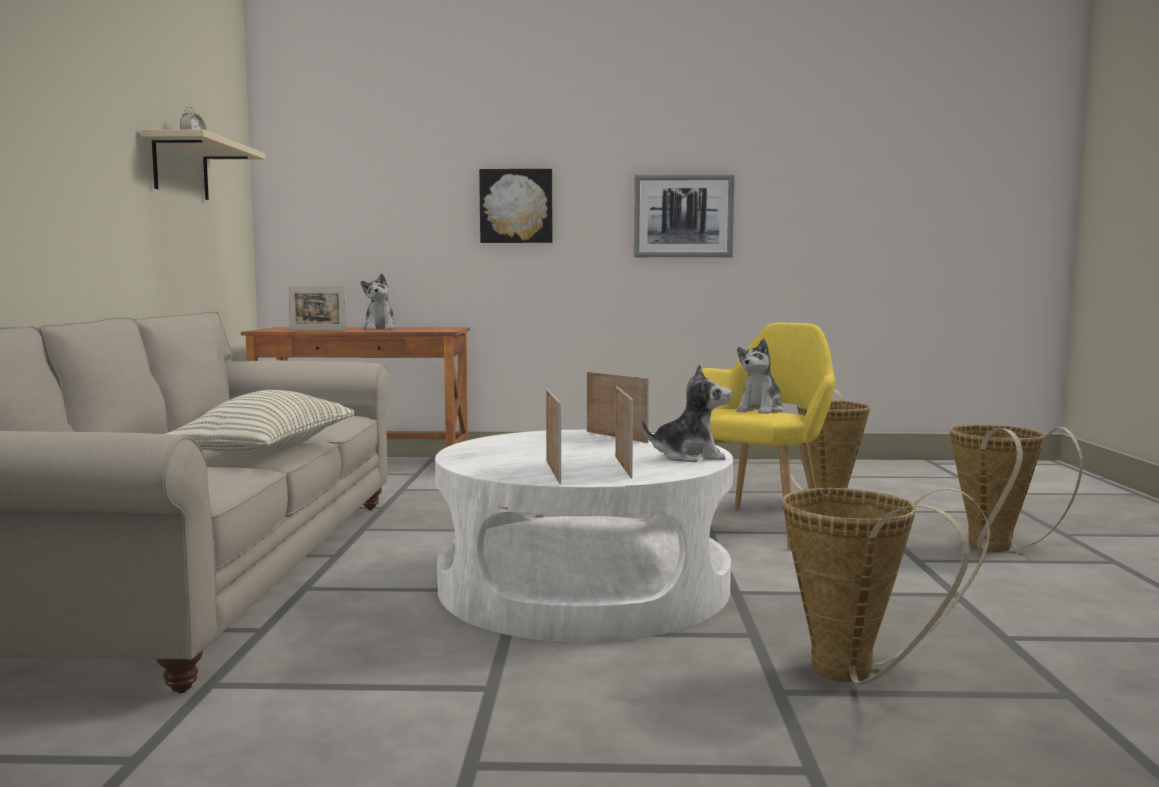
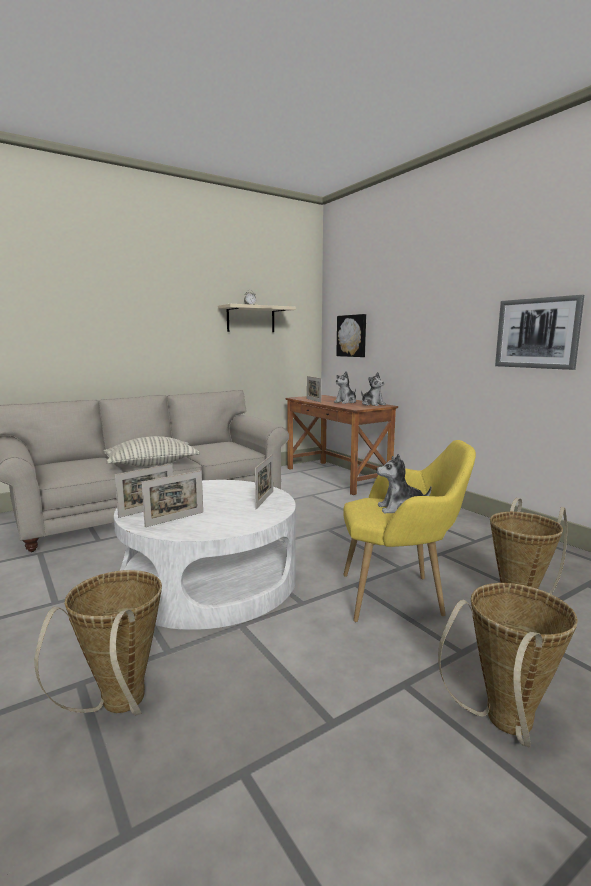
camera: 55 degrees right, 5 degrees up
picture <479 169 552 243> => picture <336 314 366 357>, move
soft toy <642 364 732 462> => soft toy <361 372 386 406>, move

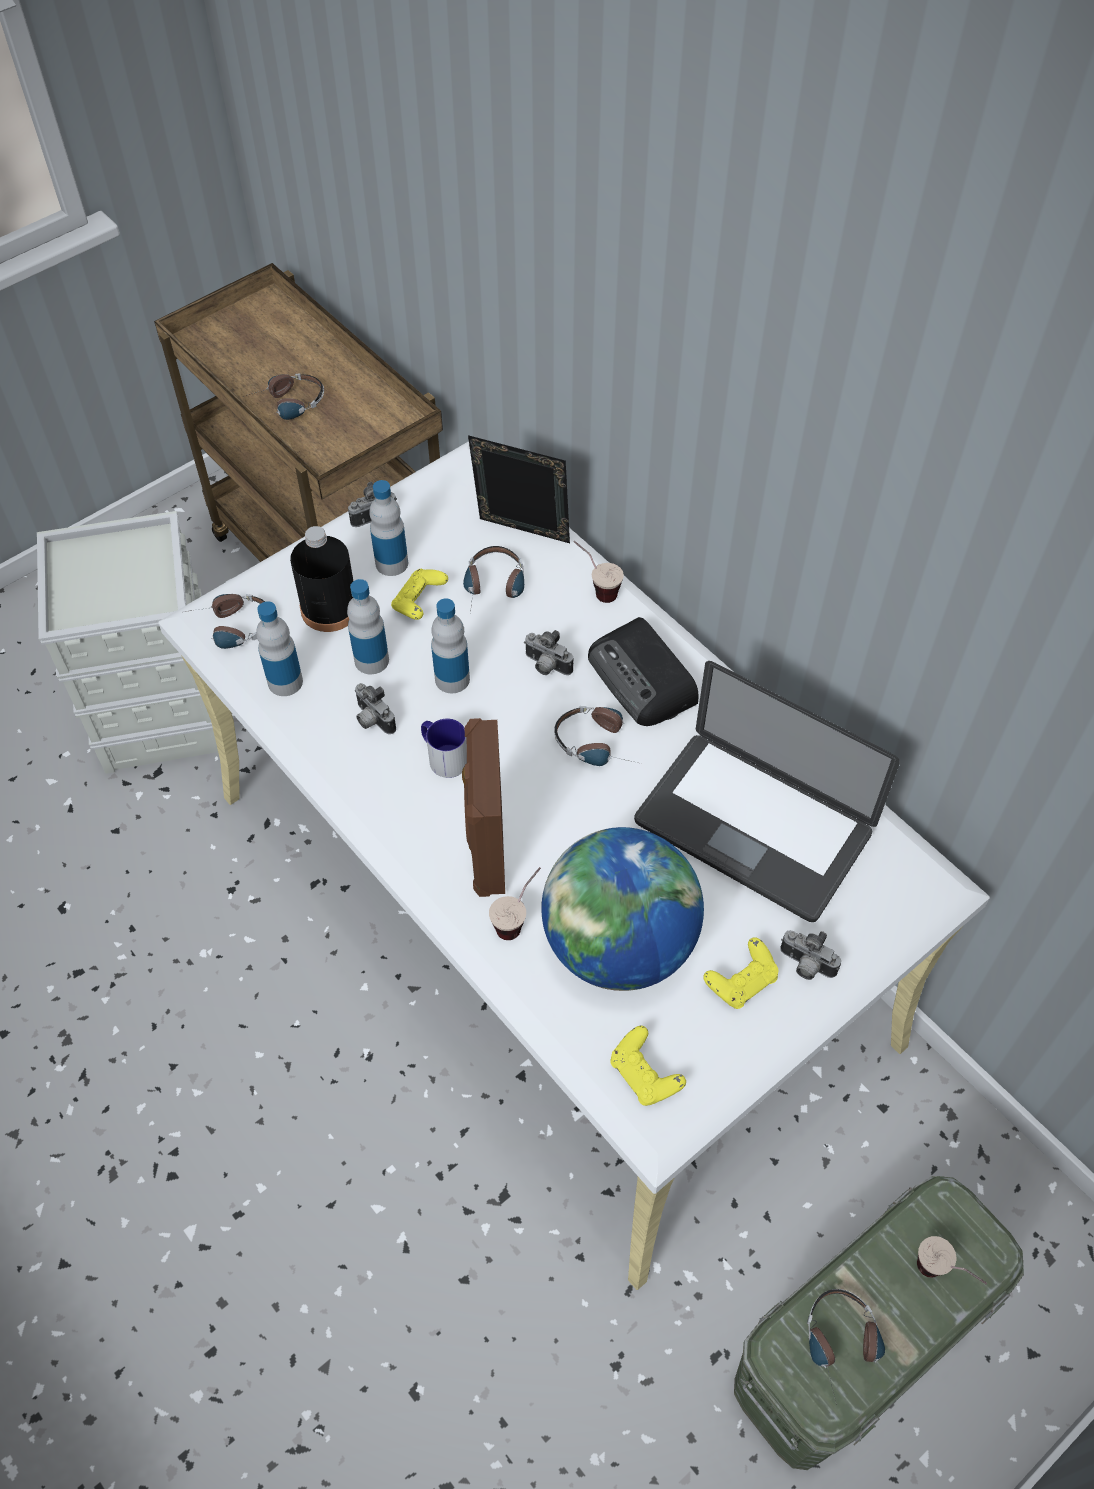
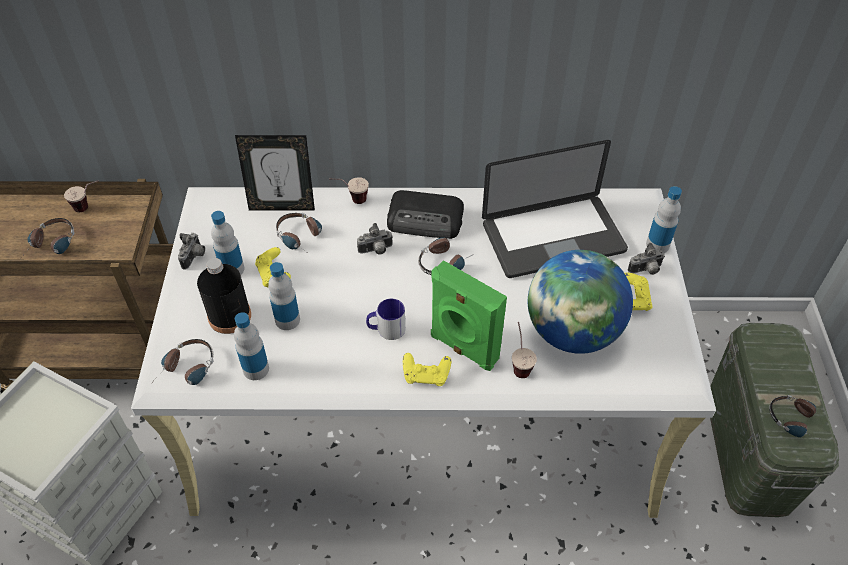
camera: 50 degrees left, 5 degrees down
still camera <355 683 396 734> => nothing
drink bottle <431 598 470 693> => drink bottle <646 186 682 253>, move
brown-coloured audio speaker <462 718 505 897> => green-coloured audio speaker <431 260 507 371>
picture frame <468 435 570 543> => picture frame <235 135 315 211>, 150 degrees counterclockwise
yellow-coloured gamepad <610 1026 686 1106> => yellow-coloured gamepad <403 353 451 386>, move
small cup <917 1236 987 1284> => small cup <64 180 99 212>, move

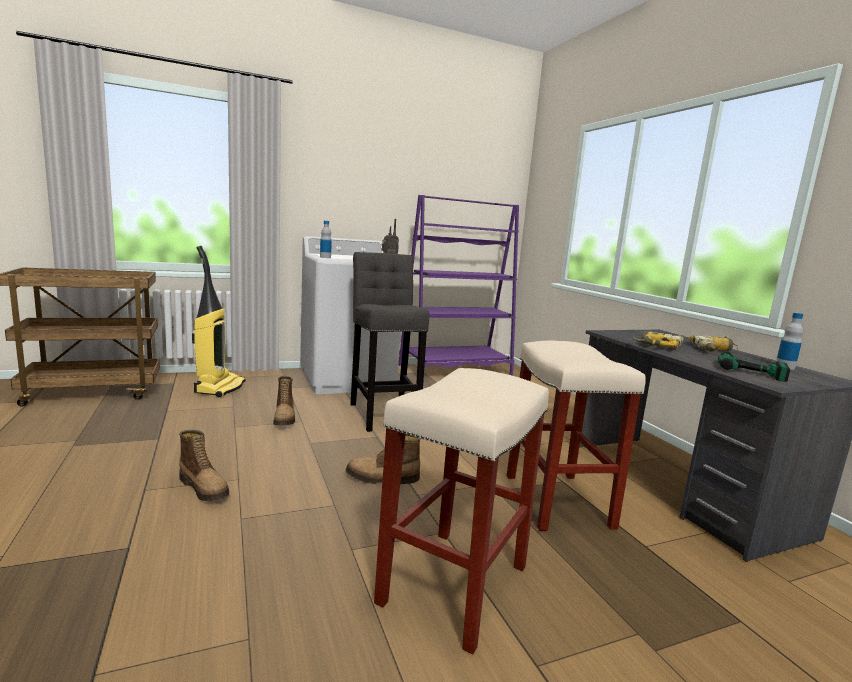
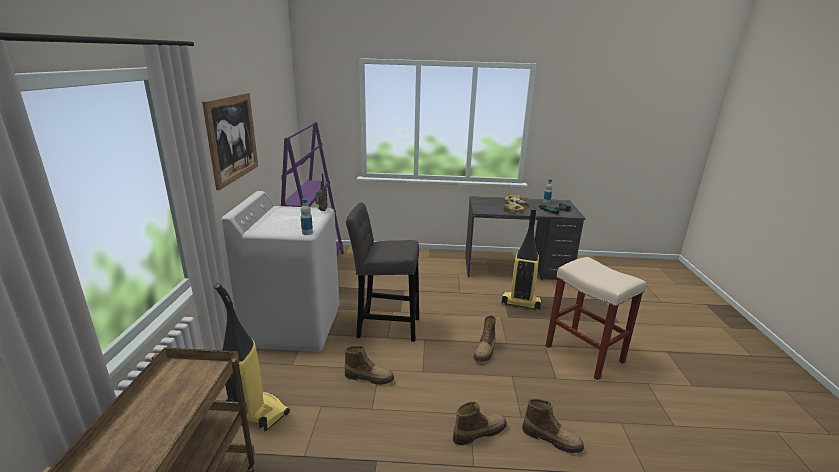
camera: 65 degrees left, 10 degrees up
beige stool seat <506 341 646 531> => vacuum <502 207 542 311>
nothing => picture <202 93 258 190>
nothing => high-top boot <522 399 584 453>

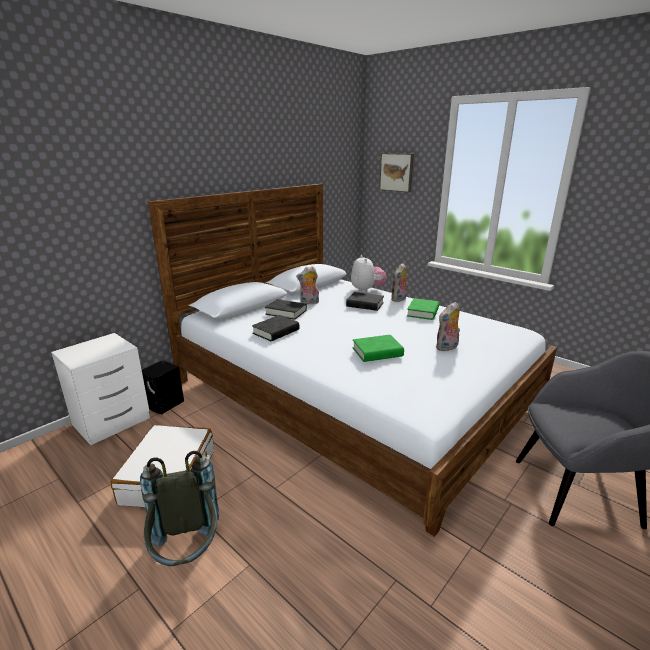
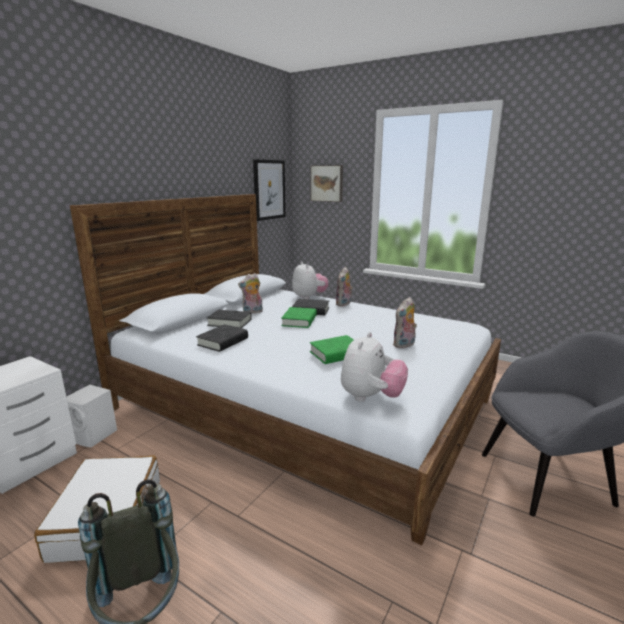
camera: 10 degrees left, 5 degrees down
black-coloured audio speaker <142 360 184 414> => white-coloured audio speaker <67 385 117 447>
green-coloured bound book <407 298 439 320> => green-coloured bound book <281 307 317 328>, move
nothing => picture <253 159 286 221>
nothing => soft toy <341 332 408 402>

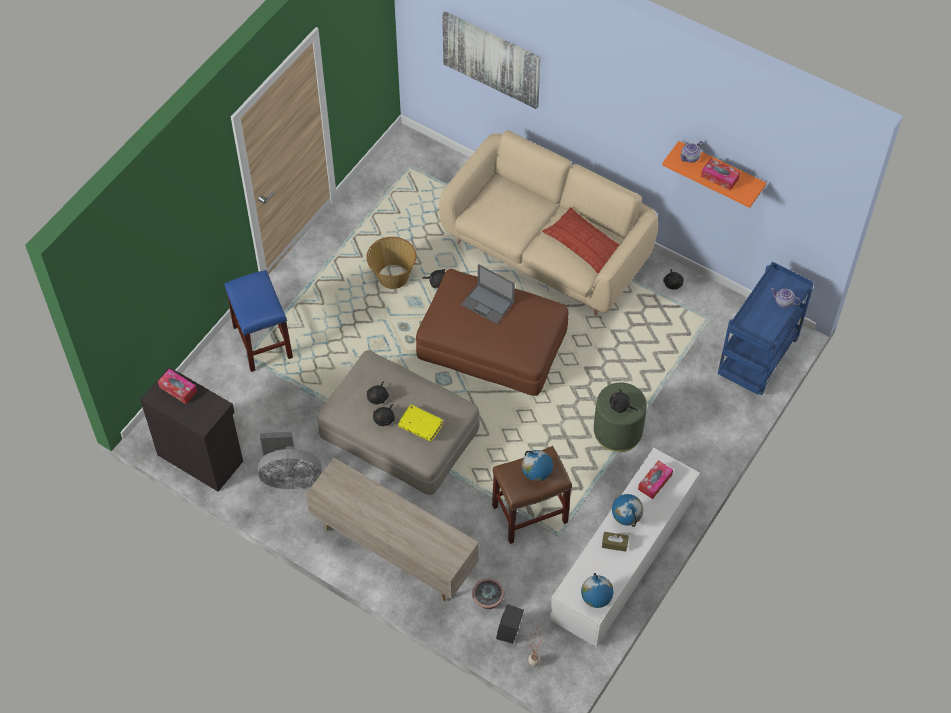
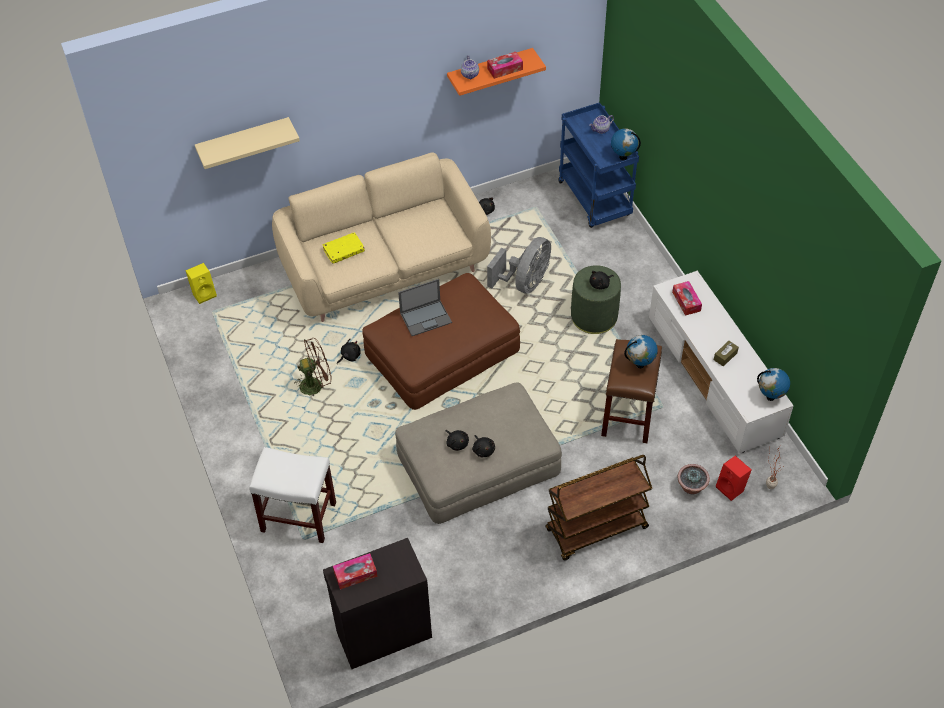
camera: 55 degrees left, 5 degrees down
blue-coloured stool seat <225 270 293 372> => white-coloured stool seat <249 447 336 543>
greyish electric fan <257 431 322 489> => greyish electric fan <487 237 551 294>, move
beige tv unit <305 458 479 601> => brown-coloured trolley <545 455 652 561>
household basket <366 237 416 289> => brown-coloured electric fan <294 338 332 397>
yellow-coloured bound book <398 405 443 442> => yellow-coloured bound book <323 233 365 264>, move
picture <442 11 541 109> => beige shelf <195 117 300 169>
black-coloured audio speaker <496 604 524 644> => red-coloured audio speaker <716 456 752 501>
throw pillow <542 207 620 274> => nothing
world globe <612 494 643 527> => world globe <611 128 641 161>, move
nothing => yellow-coloured audio speaker <186 263 217 304>

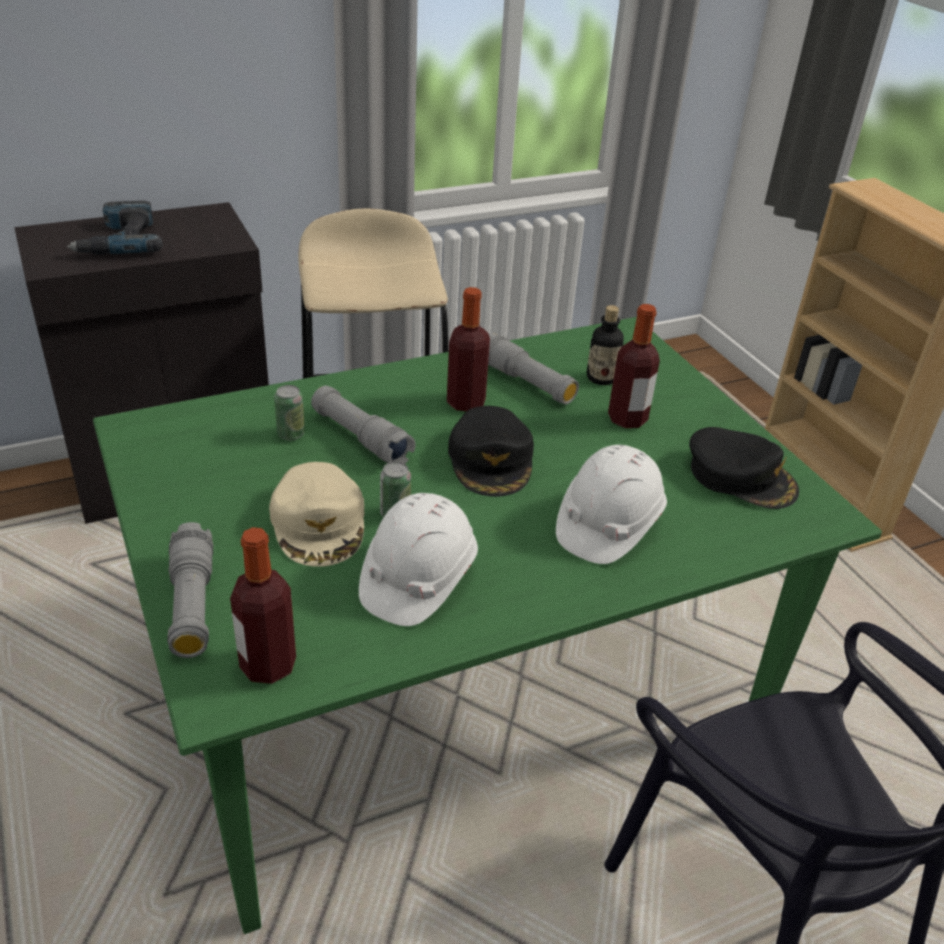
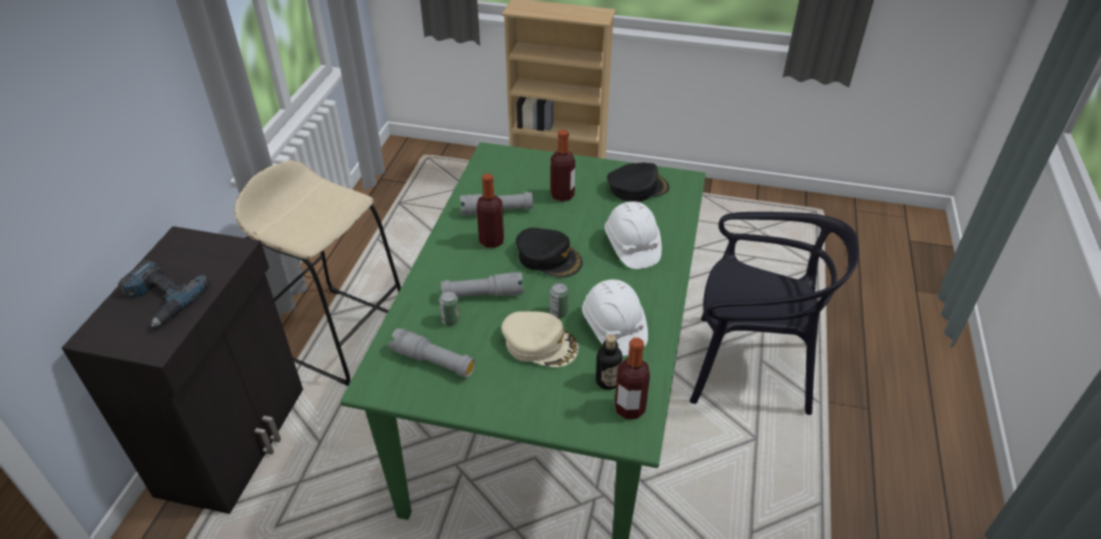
camera: 50 degrees left, 5 degrees up
greyish hand torch <167 522 213 658> => greyish hand torch <389 328 476 378>, move
drink bottle <587 305 624 385> => drink bottle <596 334 622 390>, move

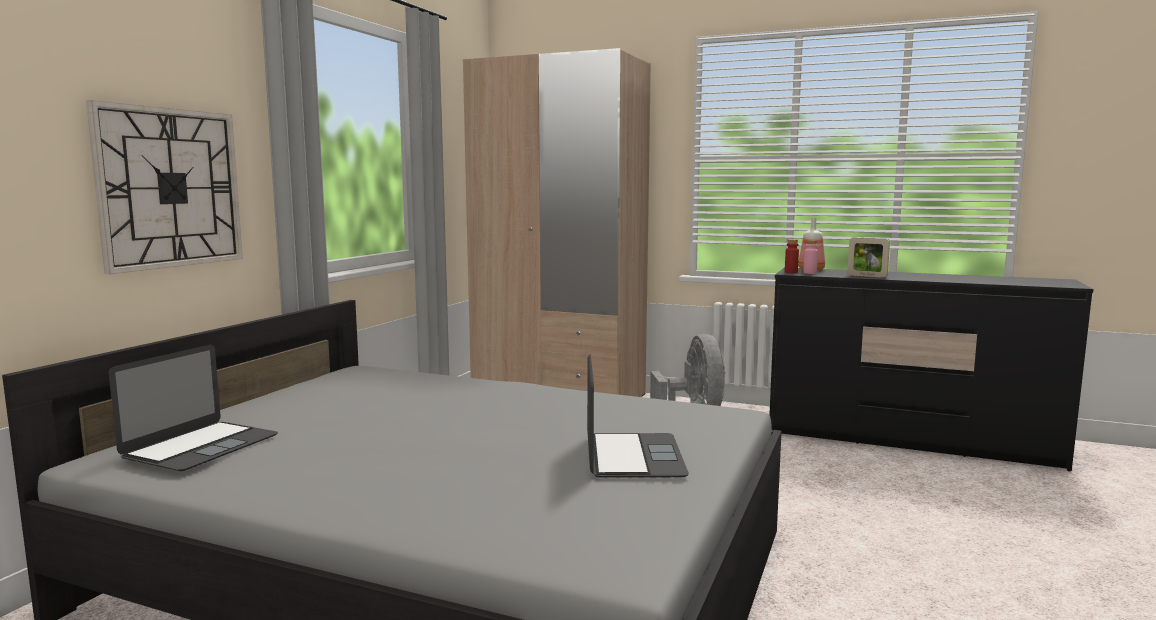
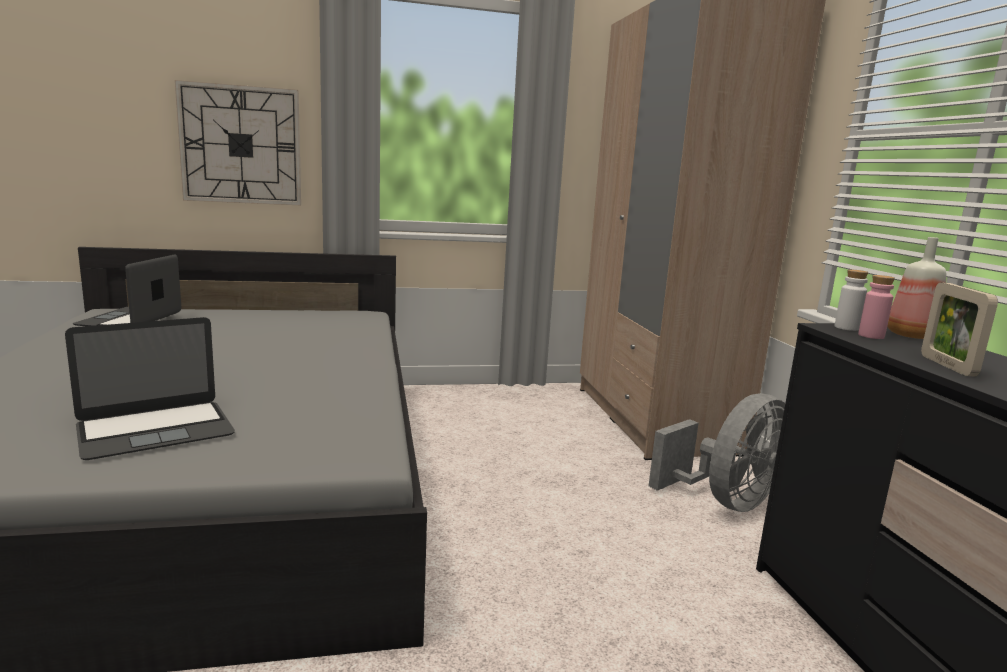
camera: 55 degrees right, 5 degrees up
laptop <109 345 278 471> => laptop <73 254 181 326>, 105 degrees clockwise
red-coloured drink bottle <785 239 799 273> => white-coloured drink bottle <835 270 868 331>

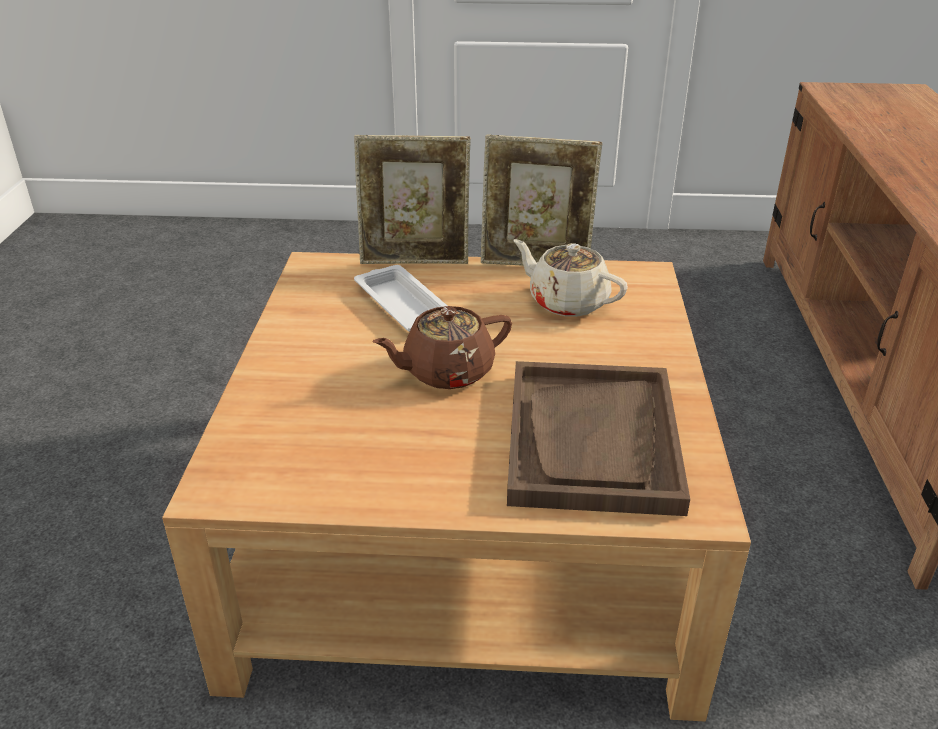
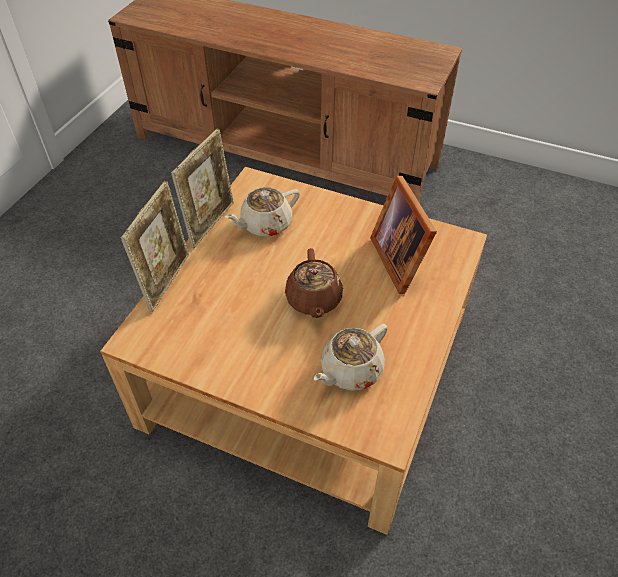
camera: 70 degrees left, 15 degrees up
white-coloured carrying tray <354 265 447 332> => nothing
brown-coloured carrying tray <507 361 690 516> => picture frame <370 176 437 294>
nothing => beige pot for tea <313 324 388 391>

